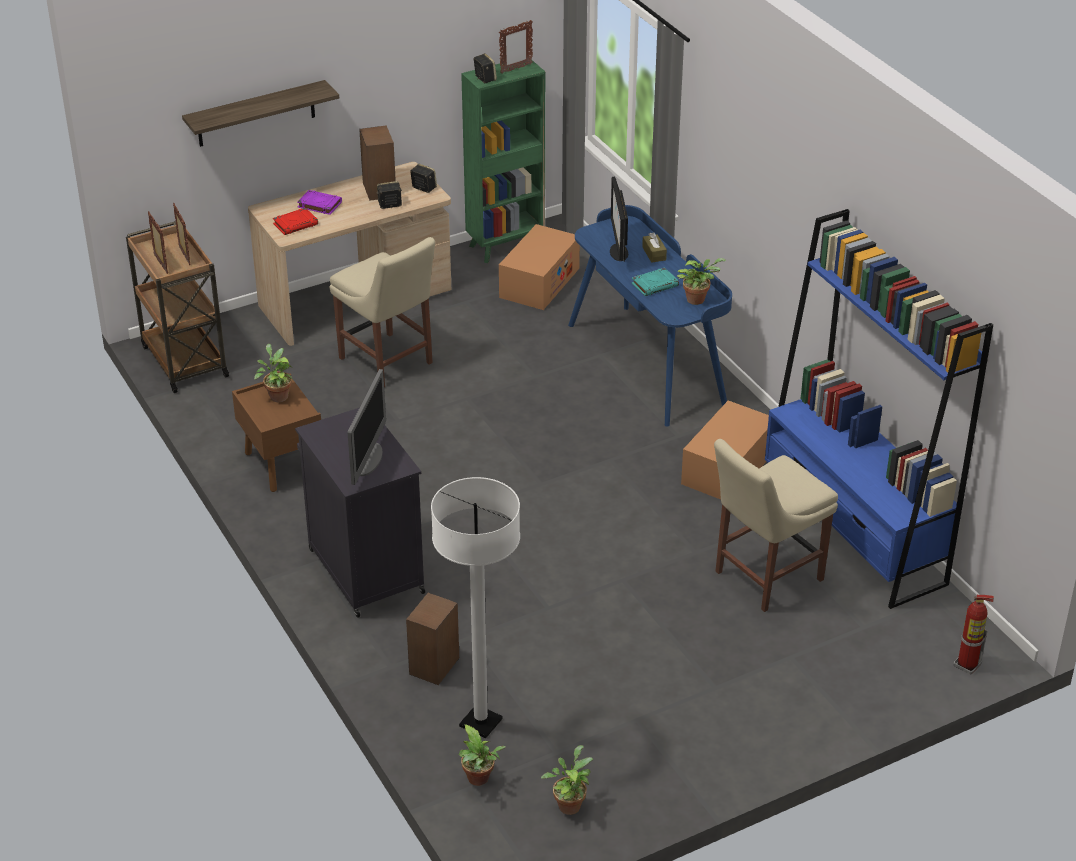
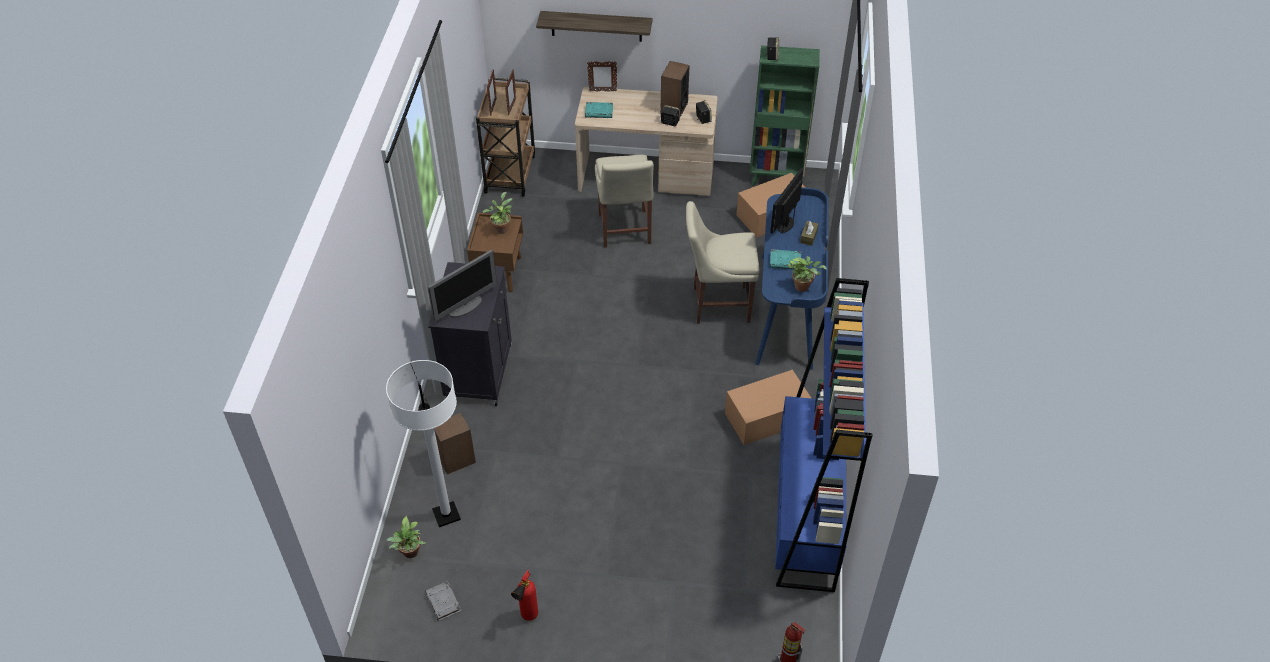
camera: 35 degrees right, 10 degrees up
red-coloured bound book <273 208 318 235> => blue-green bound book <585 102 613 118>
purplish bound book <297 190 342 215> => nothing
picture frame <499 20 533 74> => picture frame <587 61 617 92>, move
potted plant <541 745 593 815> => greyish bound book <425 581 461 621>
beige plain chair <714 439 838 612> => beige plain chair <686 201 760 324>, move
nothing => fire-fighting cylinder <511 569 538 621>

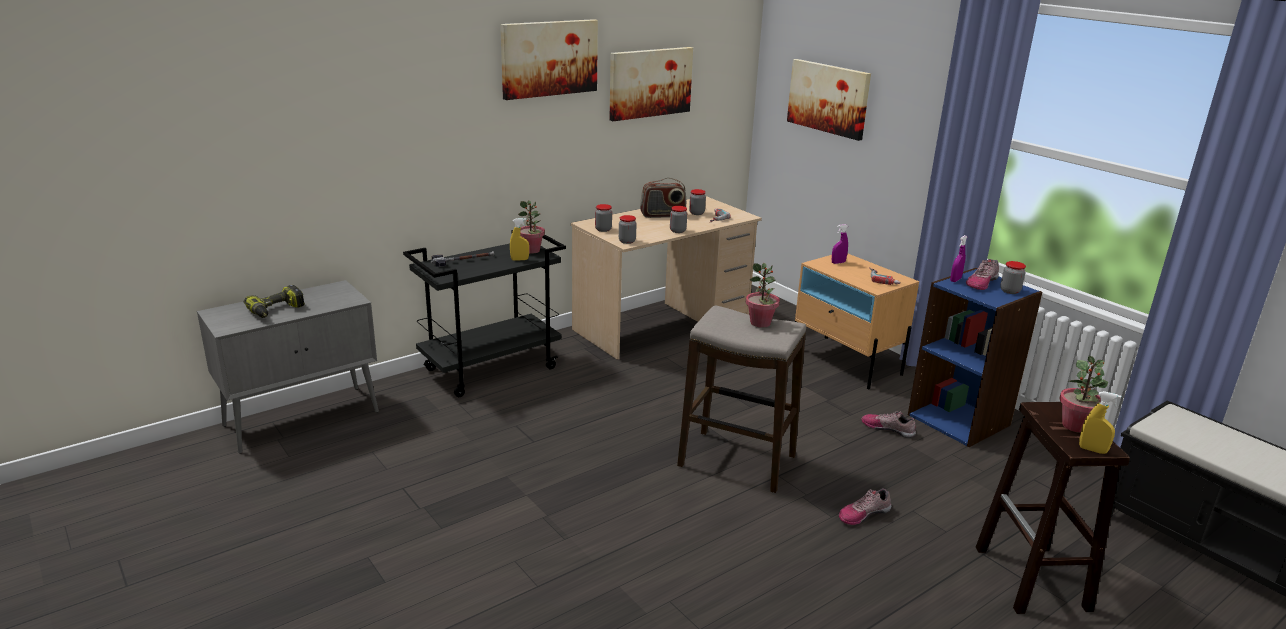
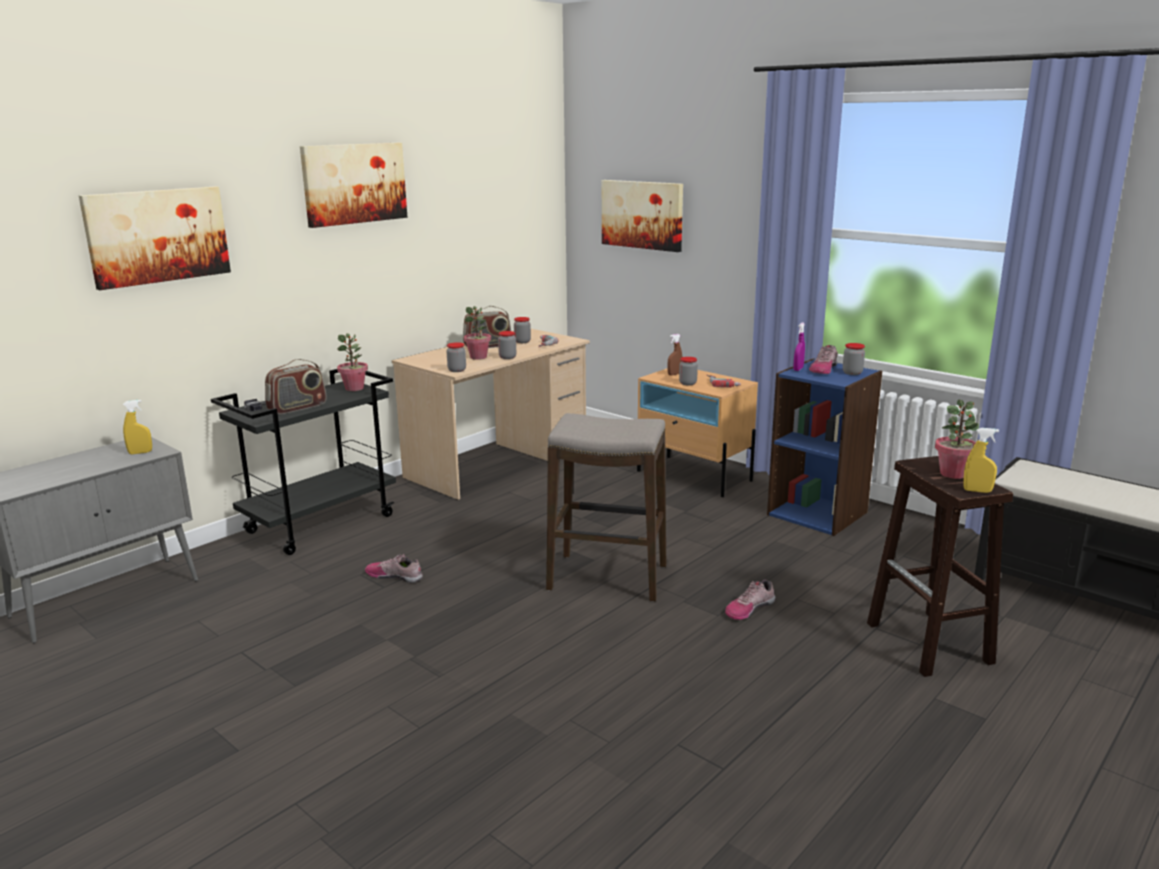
camera: 10 degrees left, 5 degrees down
electric drill <244 285 305 318> => nothing
yellow-coloured sprayer <510 218 529 261> => yellow-coloured sprayer <123 400 152 454>, move
storage jar <595 204 612 232> => storage jar <679 357 698 386>, move
picture <609 47 693 121> => picture <79 186 231 290>, move
potted plant <746 263 780 328> => potted plant <464 306 491 360>, move
purplish sprayer <832 224 848 264> => brown-coloured sprayer <667 334 682 376>
shoe <861 411 916 438> => shoe <365 554 423 583>, move
nothing => radio <265 359 327 414>

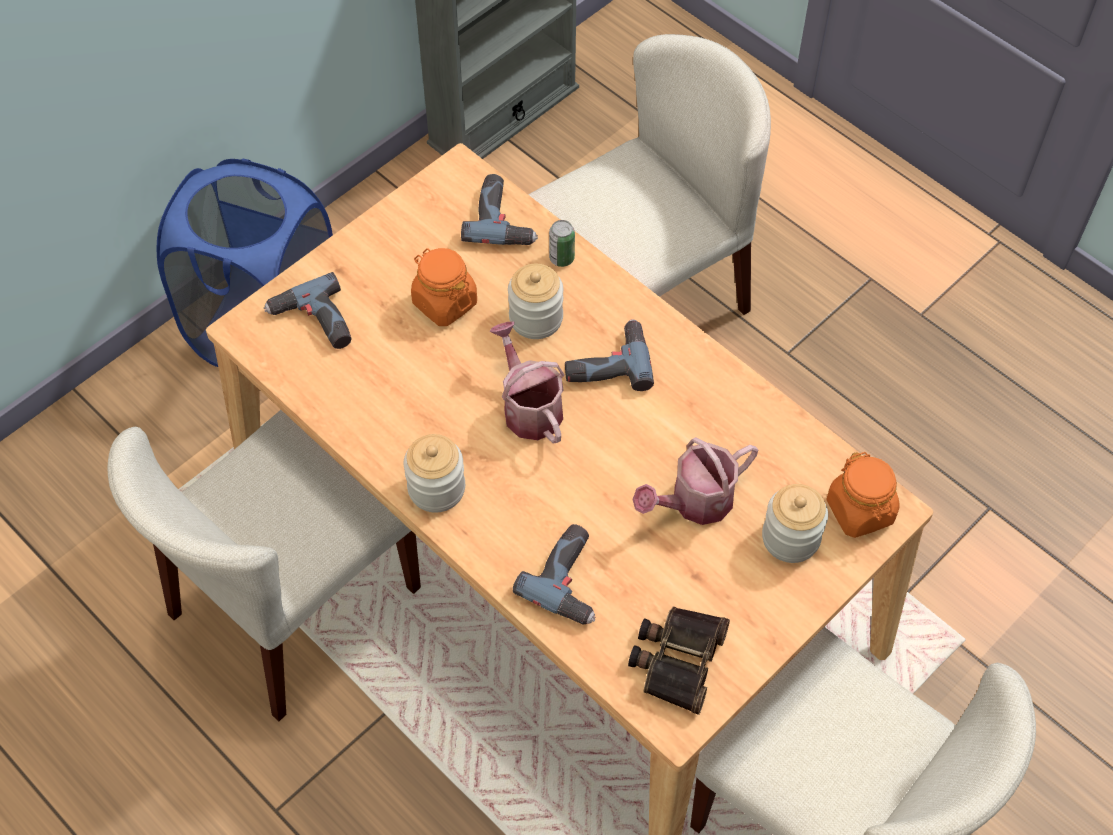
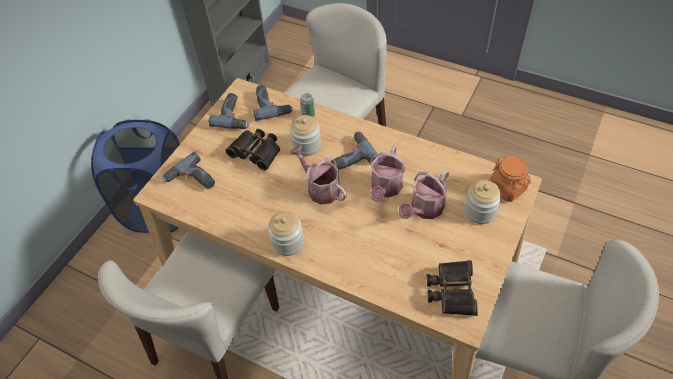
camera: 15 degrees left, 5 degrees down
orange-coloured storage jar <411 248 477 326> => field glasses <225 129 280 171>
electric drill <513 524 596 625> => electric drill <209 93 249 129>, move
nothing => watering can <370 146 406 202>

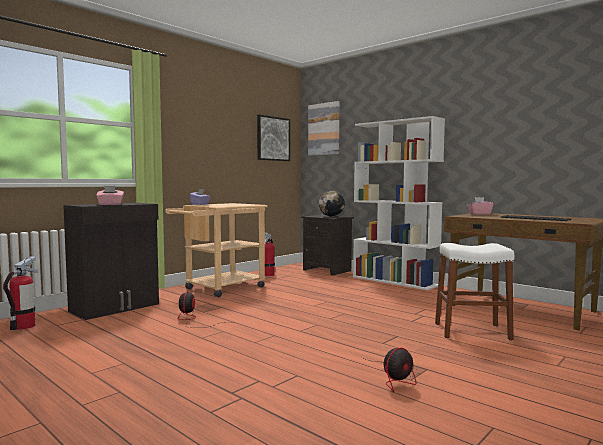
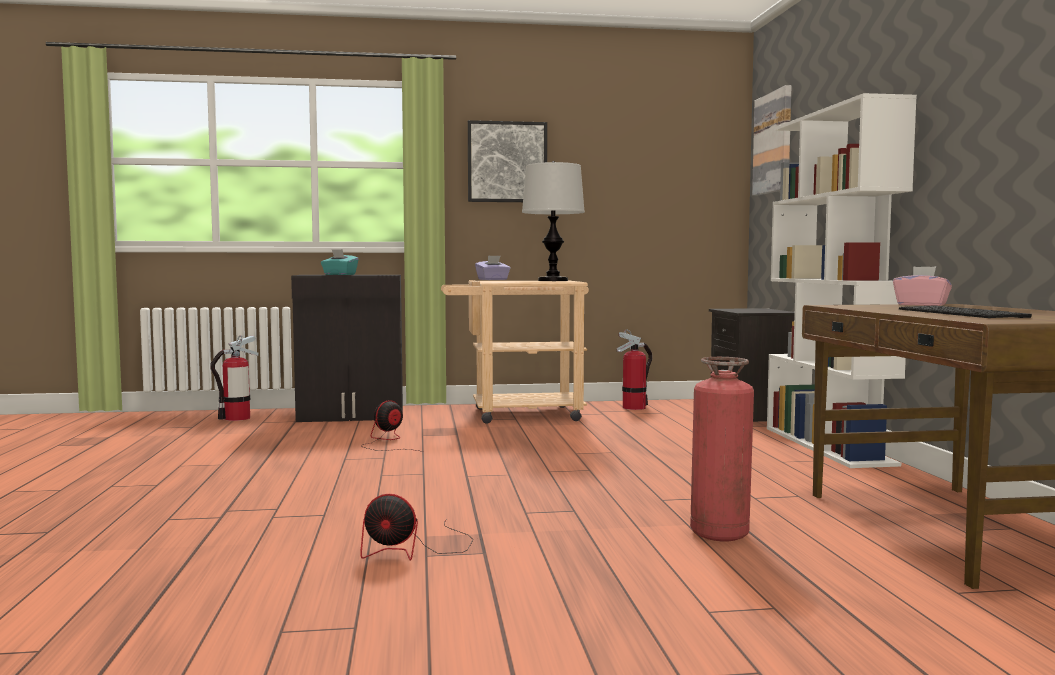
camera: 40 degrees right, 0 degrees up
pink-coloured box of tissues <96 186 124 205> => blue-green box of tissues <321 249 359 275>
picture <257 115 290 161> => picture <468 120 547 202>, move
world globe <319 191 345 217> => nothing
white-coloured stool seat <435 243 514 340> => fire-fighting cylinder <690 357 754 541>
nothing => lamp for a table <522 161 585 281>

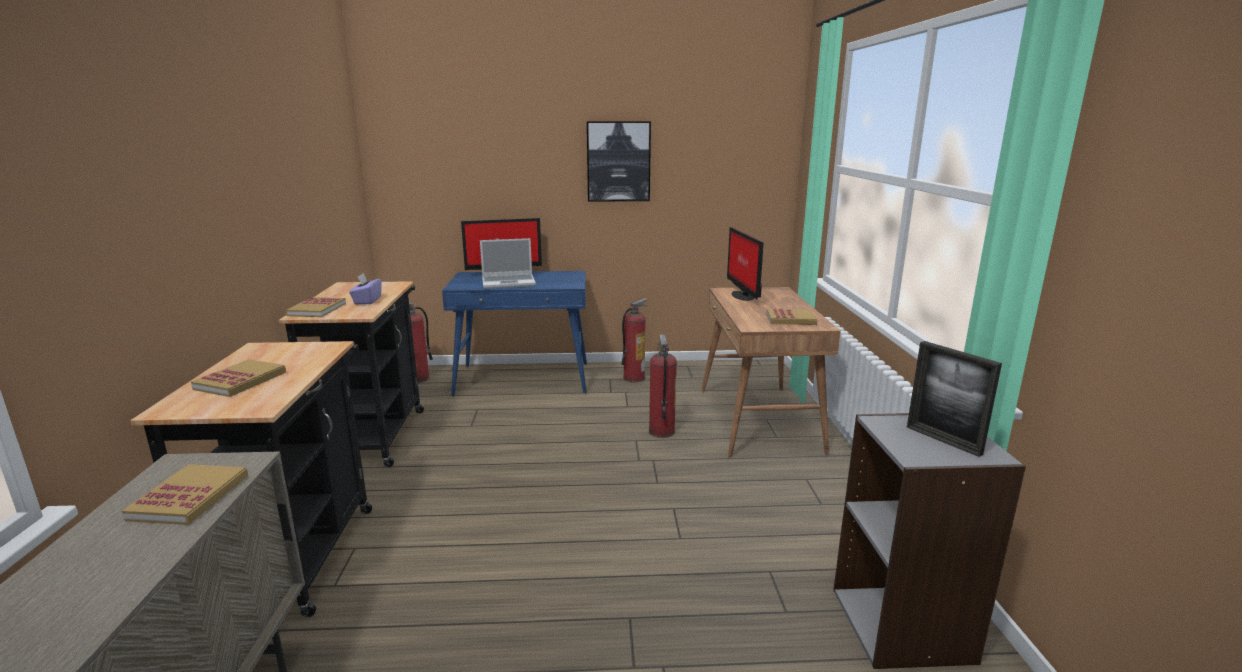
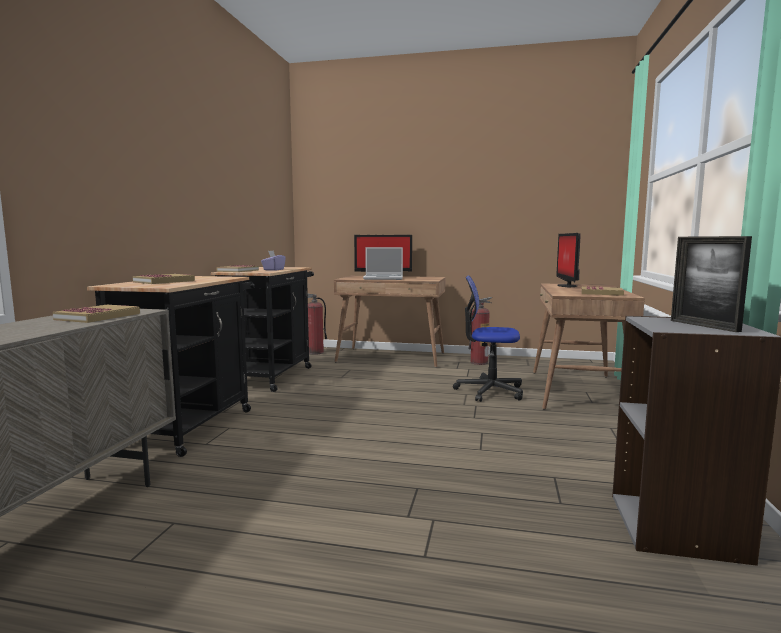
camera: 15 degrees right, 10 degrees down
blue-coloured desk <442 271 587 396> => brown-coloured desk <334 276 446 368>
picture <587 121 651 202> => nothing
fire-fighting cylinder <649 334 677 438> => desk chair <453 275 523 402>

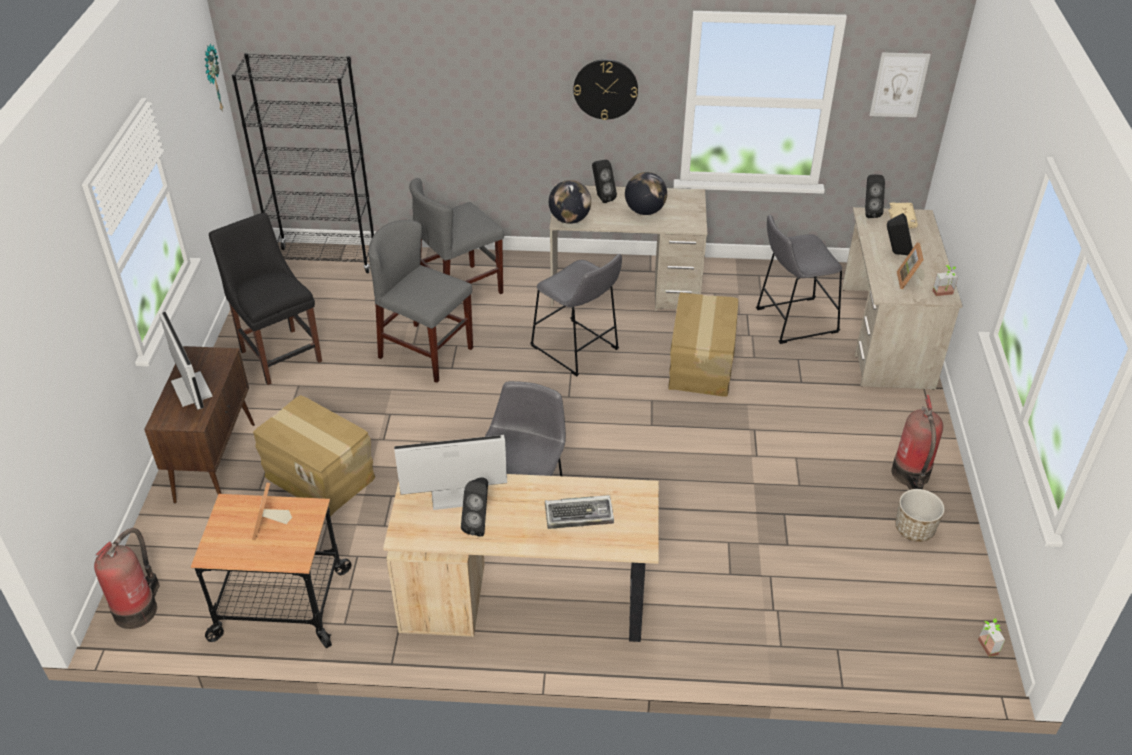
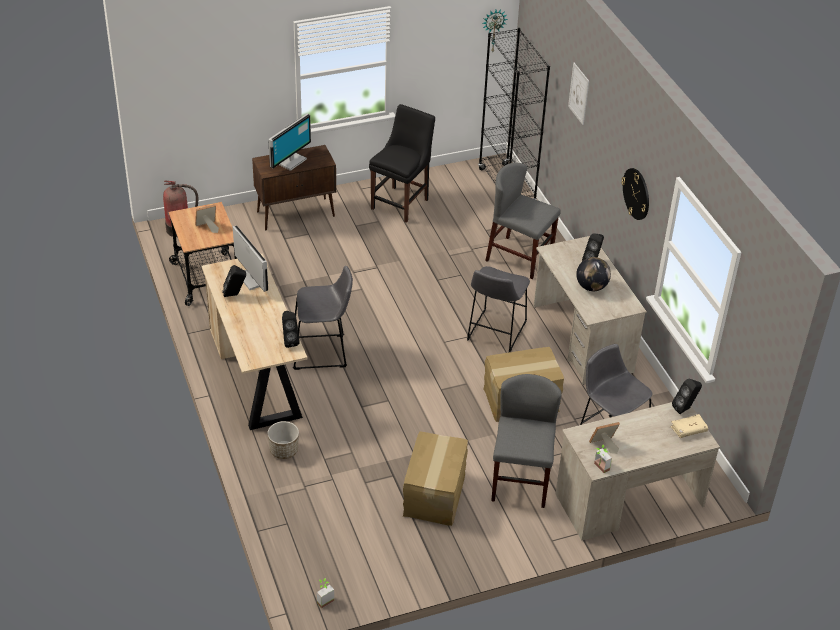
camera: 65 degrees right, 0 degrees up
packing box <253 395 375 517> => packing box <403 431 468 526>, move
greyish plain chair <369 220 473 383> => greyish plain chair <491 374 562 508>, move
PC keyboard <545 495 614 529> => nothing
world globe <549 180 591 224> => nothing
picture <869 52 931 117> => picture <568 63 589 125>, move
black-coloured audio speaker <887 213 913 255> => black-coloured audio speaker <282 311 300 348>, move
fire-fighting cylinder <891 395 943 490> => nothing
plant pot <895 489 945 542> => plant pot <267 421 299 459>, move

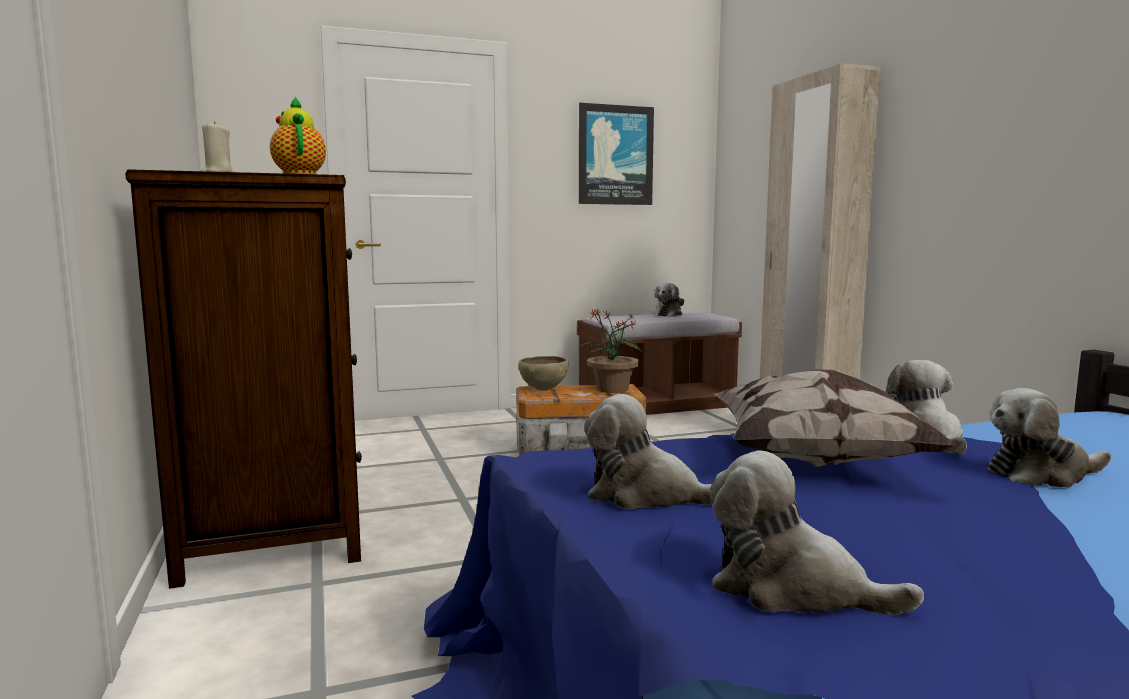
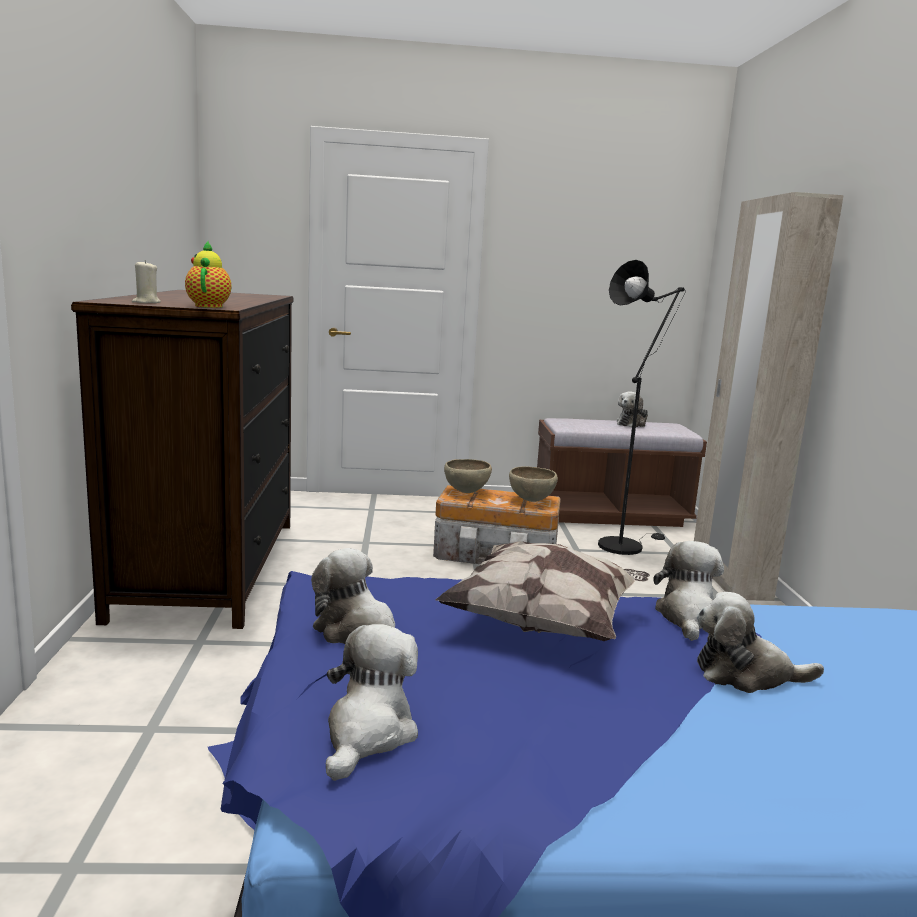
camera: 15 degrees right, 5 degrees up
picture <579 103 654 205> => nothing
potted plant <580 308 643 393> => brown-coloured serving bowl <509 466 558 502>
soft toy <710 450 924 615> => soft toy <326 624 418 781>, 60 degrees clockwise
nothing => black-coloured floor lamp <598 260 686 555>

